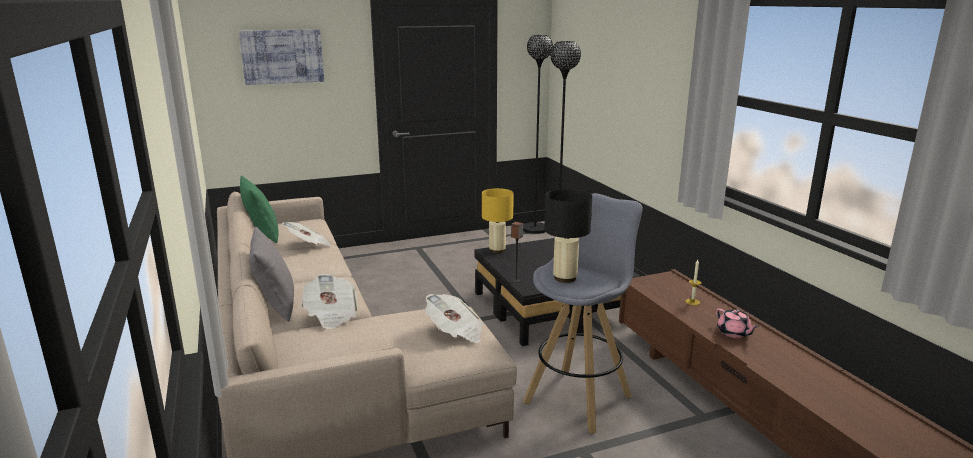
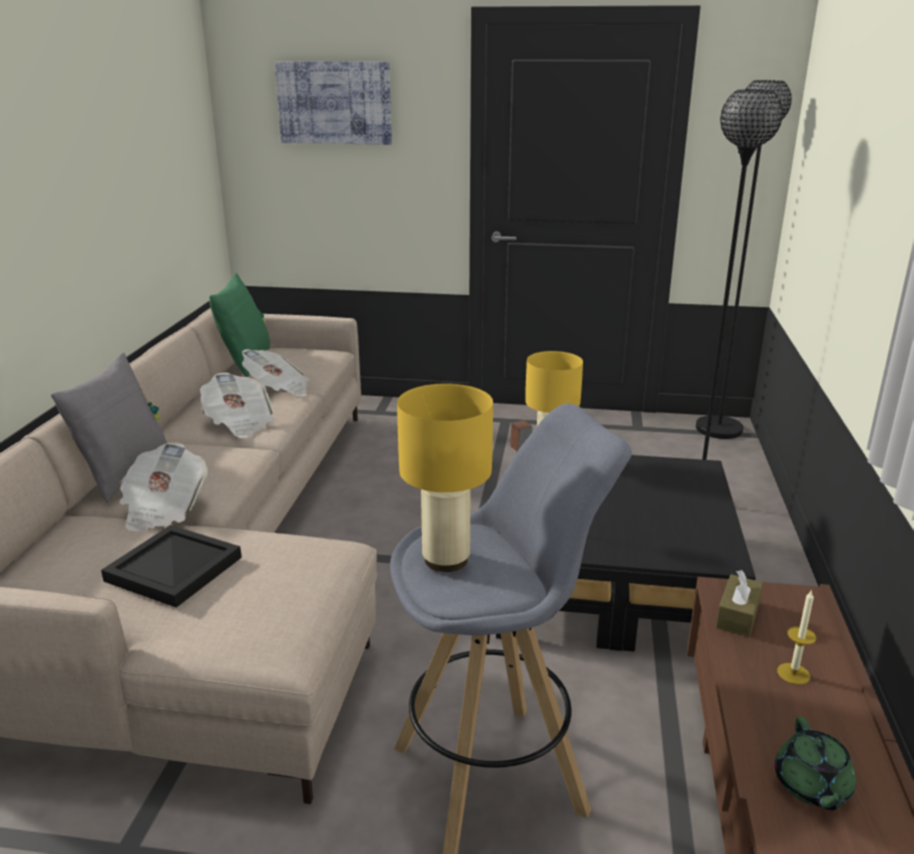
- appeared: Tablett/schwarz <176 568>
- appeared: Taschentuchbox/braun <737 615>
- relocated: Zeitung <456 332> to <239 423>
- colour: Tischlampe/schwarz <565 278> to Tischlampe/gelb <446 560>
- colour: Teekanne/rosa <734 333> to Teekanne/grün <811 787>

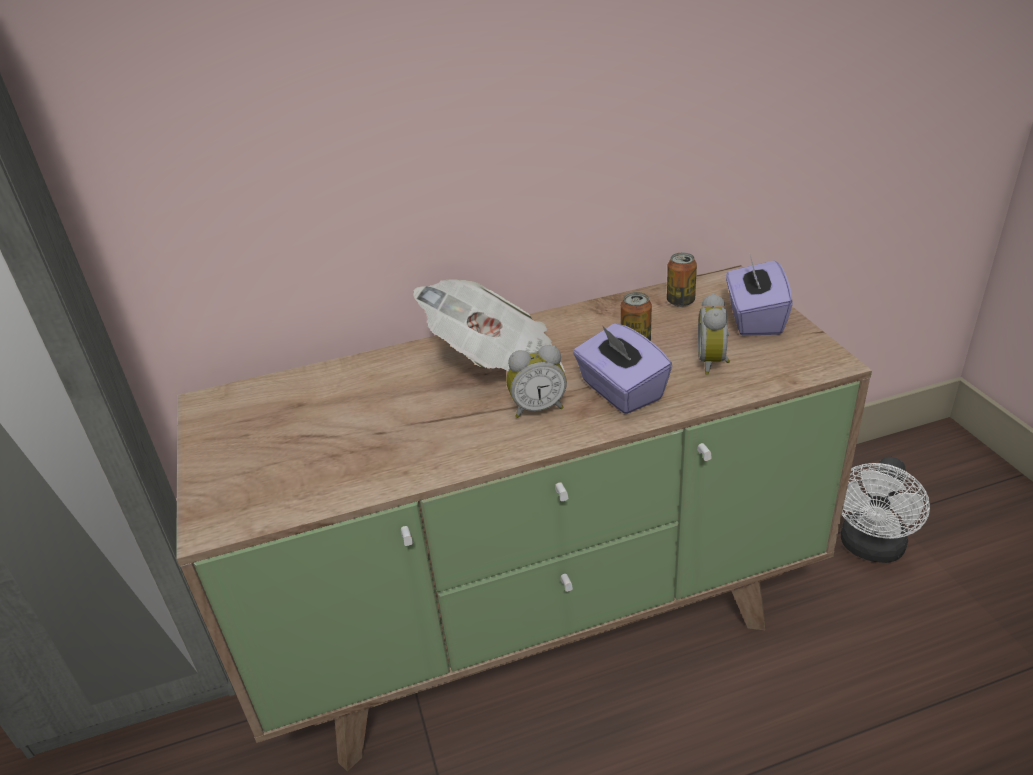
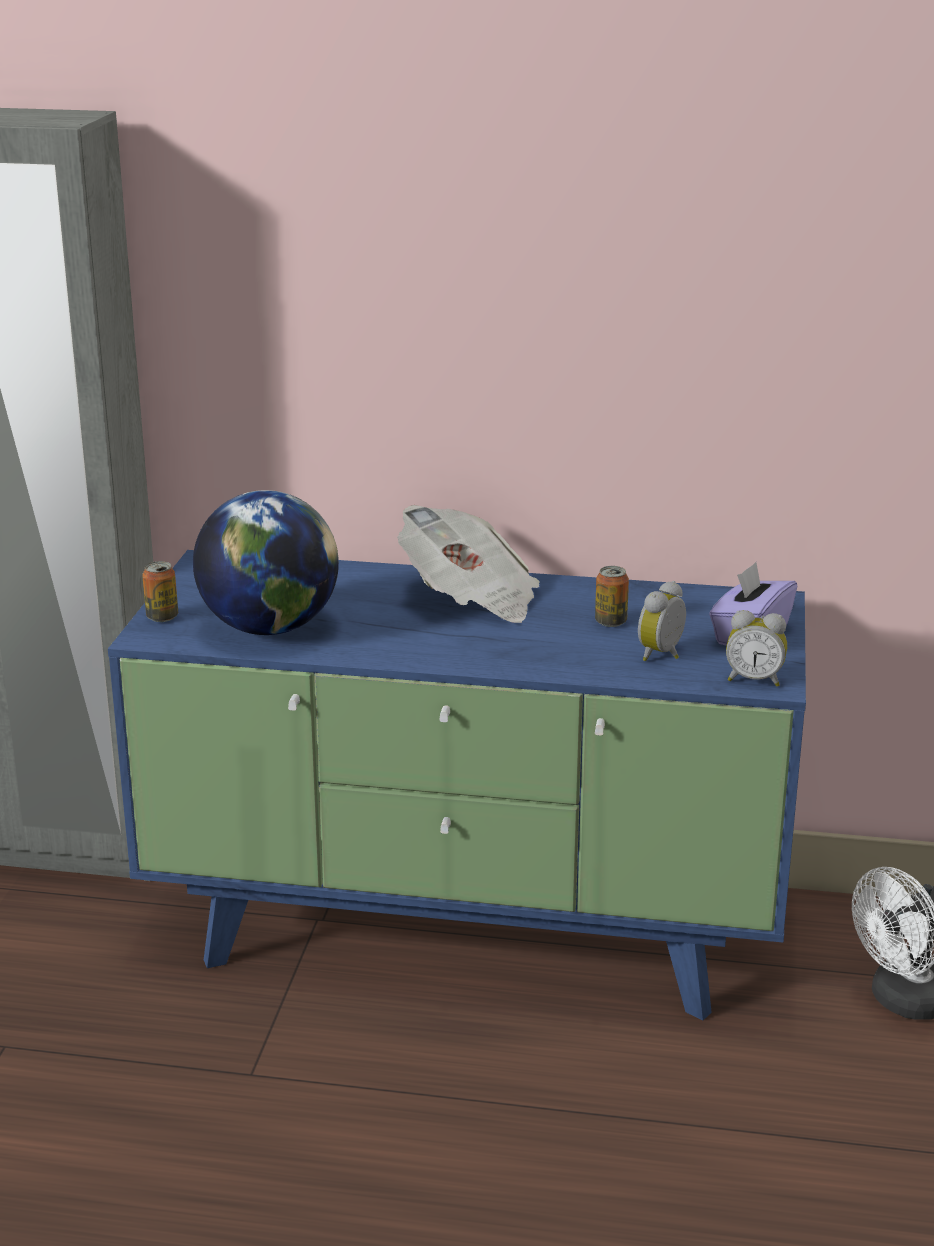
- missing: Taschentuchbox/lila <620 391>
- appeared: Globus <269 628>
- relocated: Wecker <537 408> to <754 679>
- relocated: Dose <680 301> to <162 617>
- colour: Kommode/grün <535 622> to Kommode/blau <468 929>

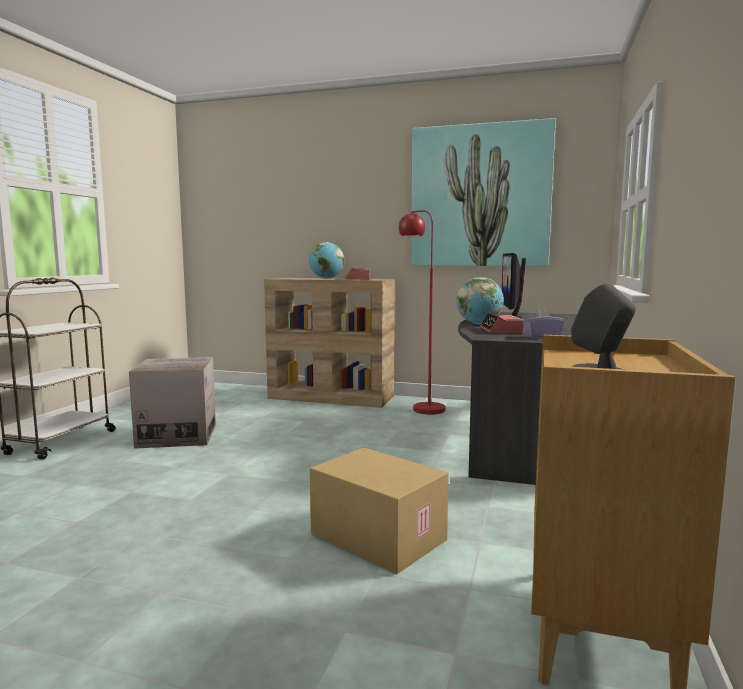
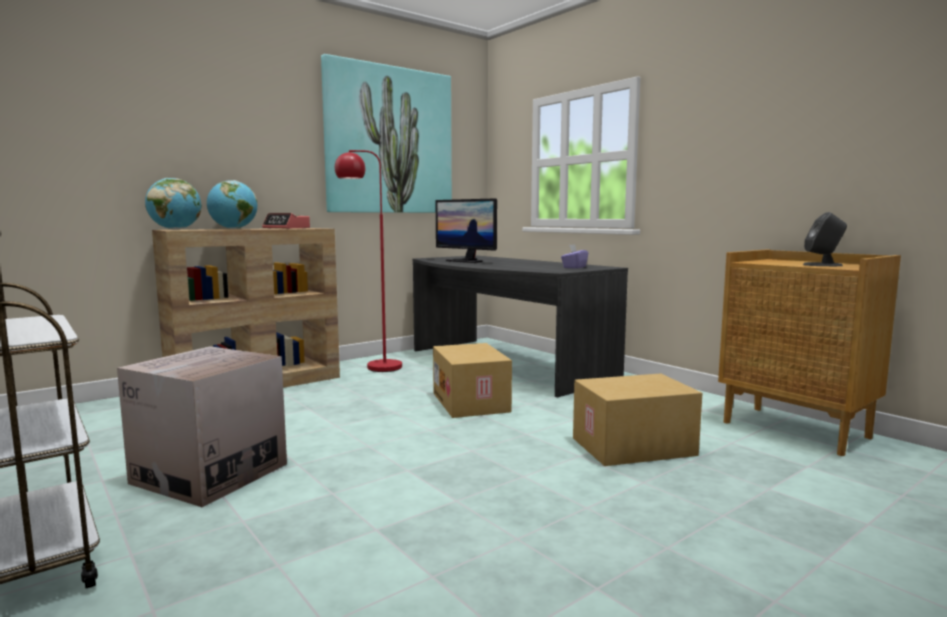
- missing: Wecker <501 331>
- appeared: Karton <472 402>
- relocated: Globus <479 324> to <175 229>

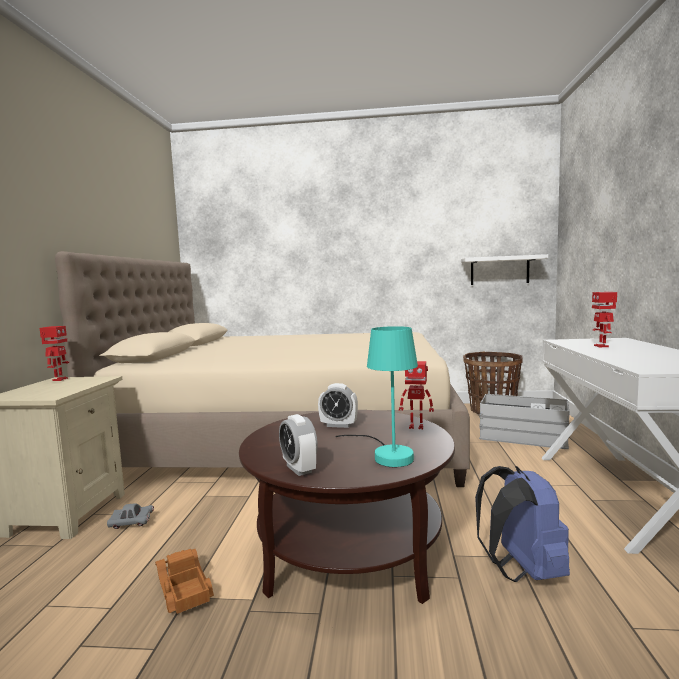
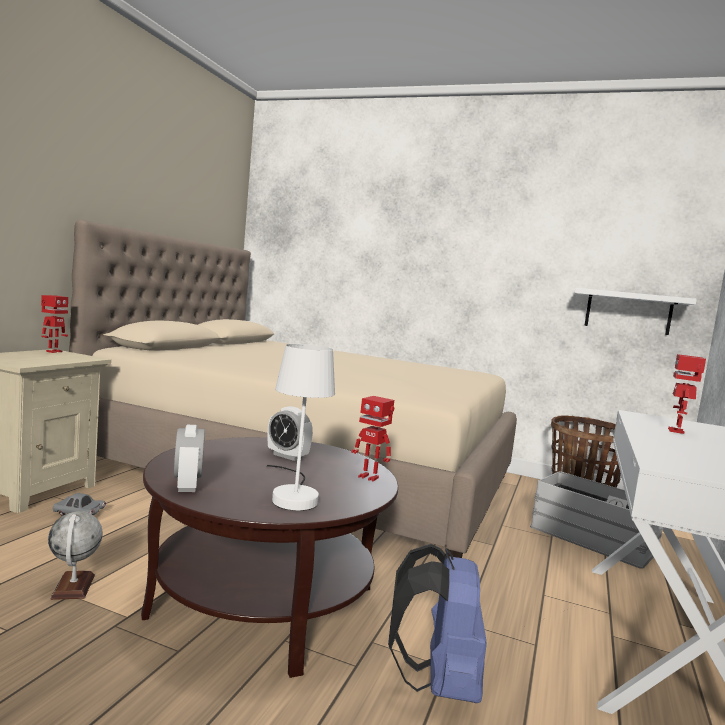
- exchanged: Spielzeuglaster <182 589> to Globus <73 587>
- colour: Tischlampe/türkis <387 455> to Tischlampe/weiß <294 496>

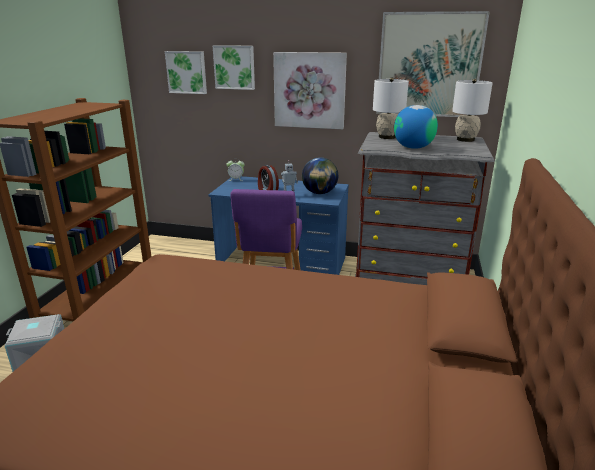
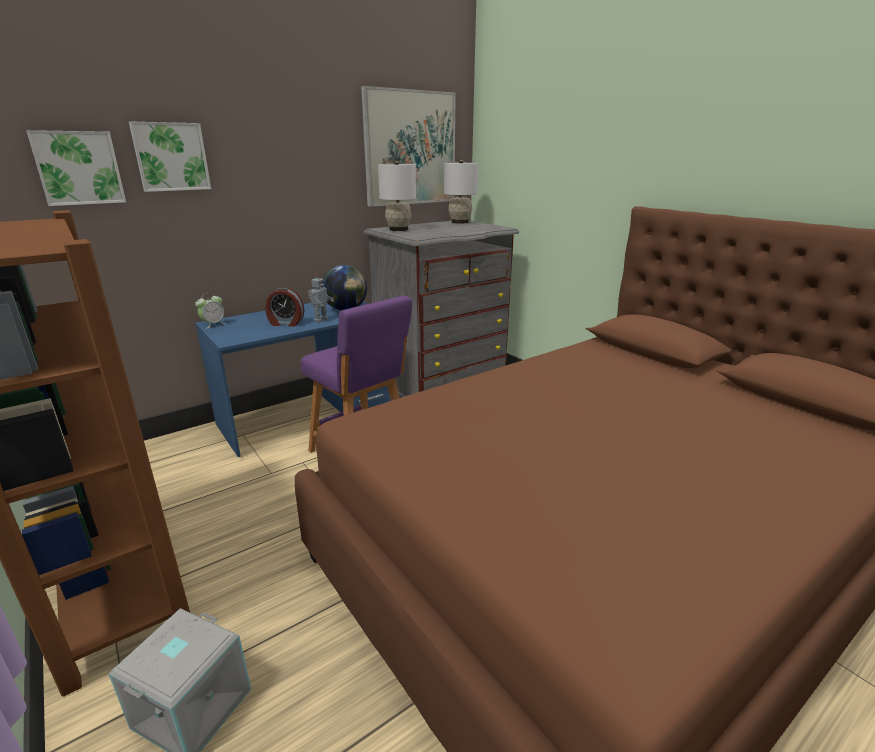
- missing: Bild <309 90>
- missing: Globus <413 147>

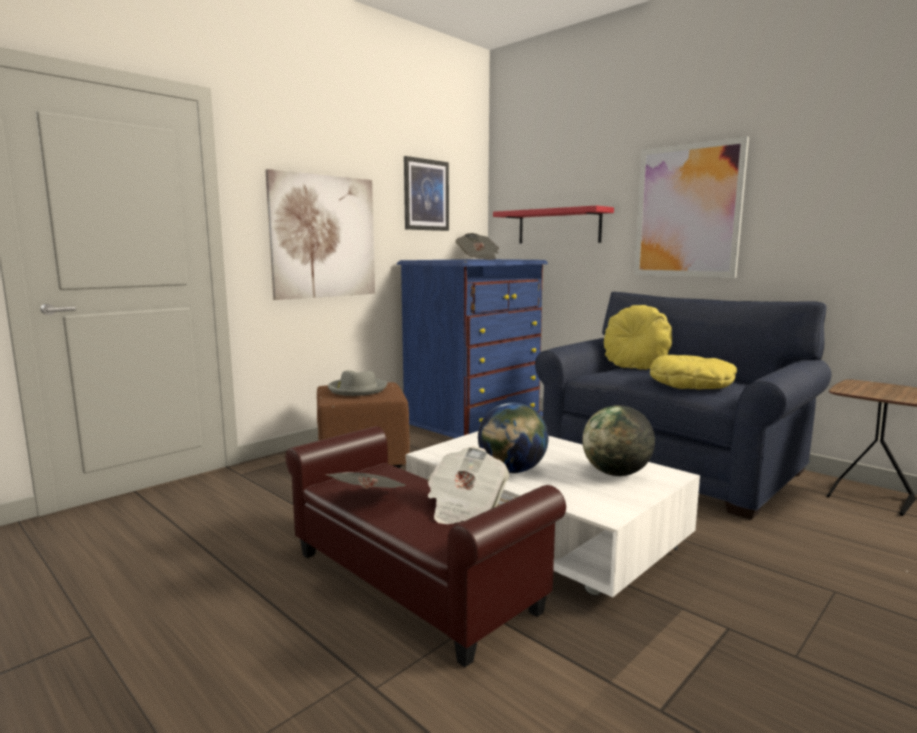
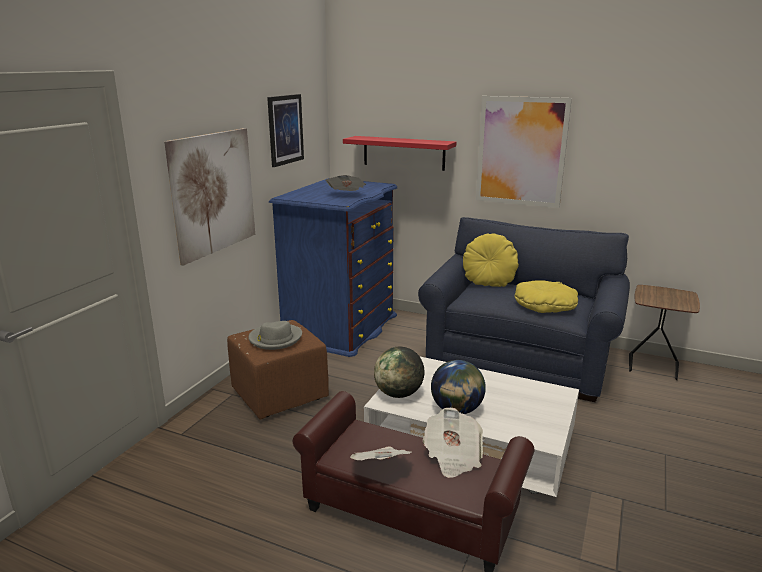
- relocated: Globus <616 473> to <398 394>

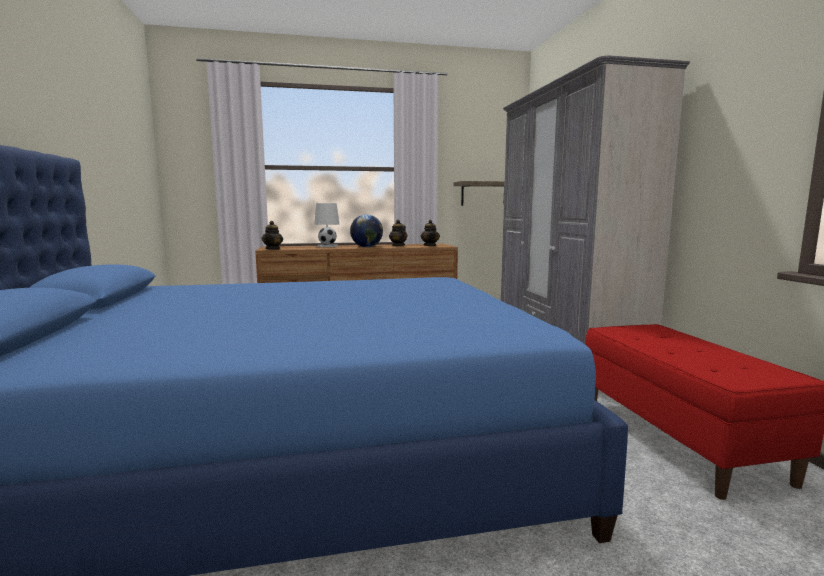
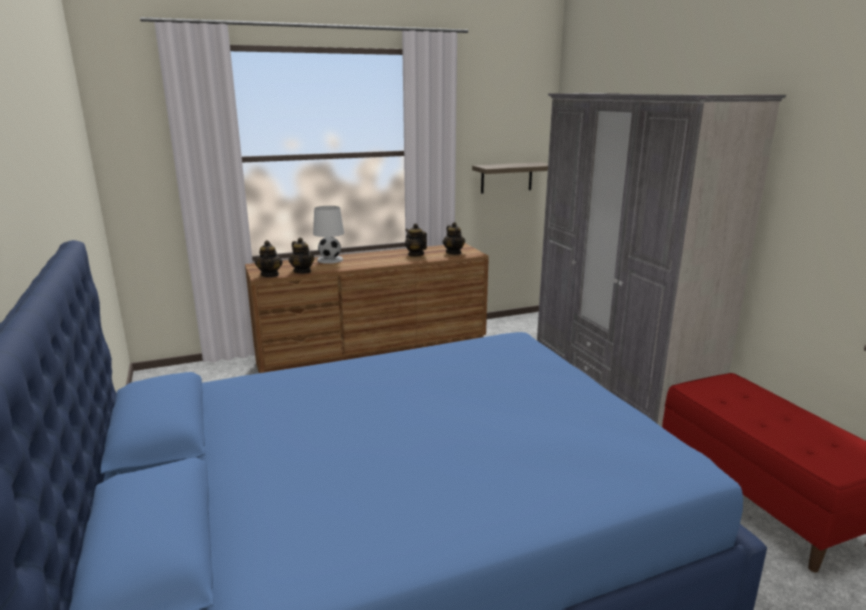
- missing: Globus <366 247>
- appeared: Teekanne <302 271>

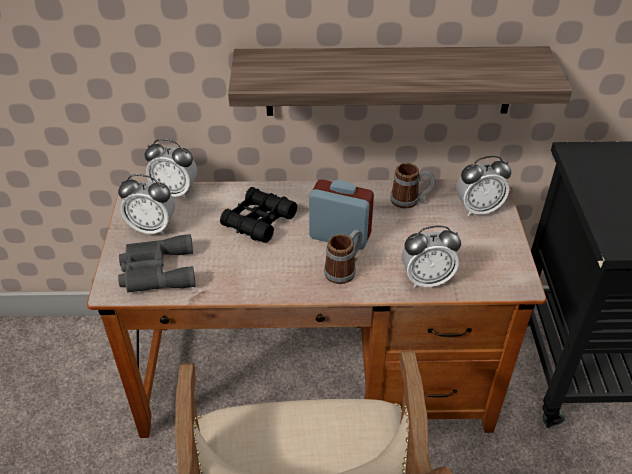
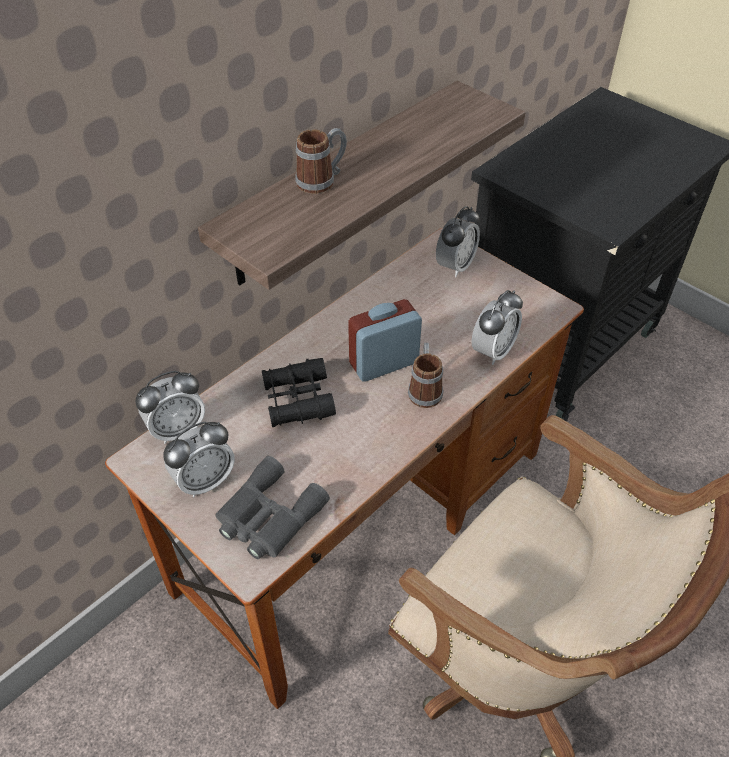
- relocated: Henkelbecher <410 200> to <322 180>

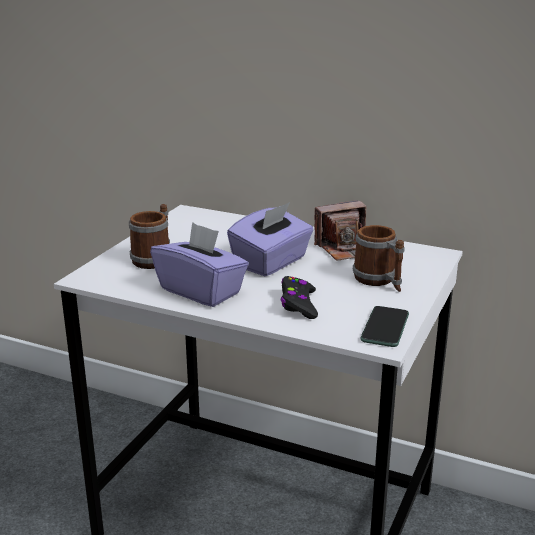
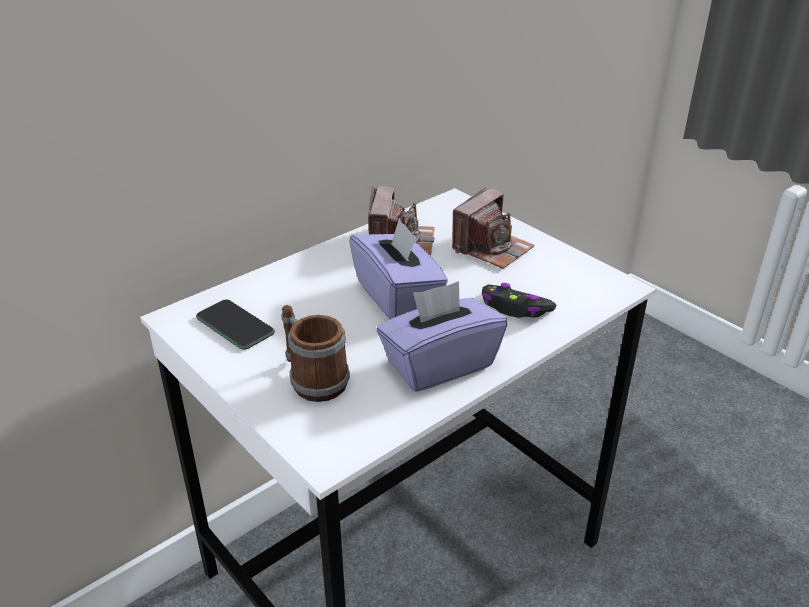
- relocated: Handy <385 328> to <235 326>
- exchanged: Henkelbecher <379 281> to Kamera <492 248>

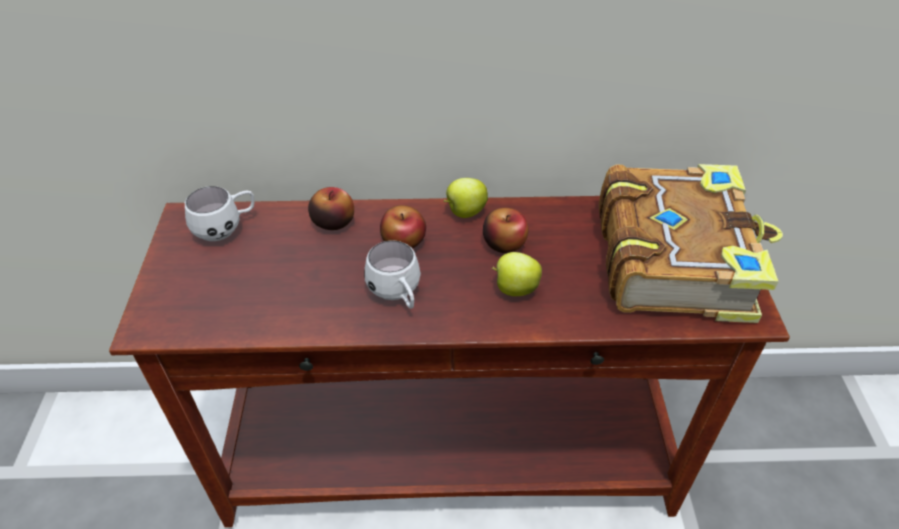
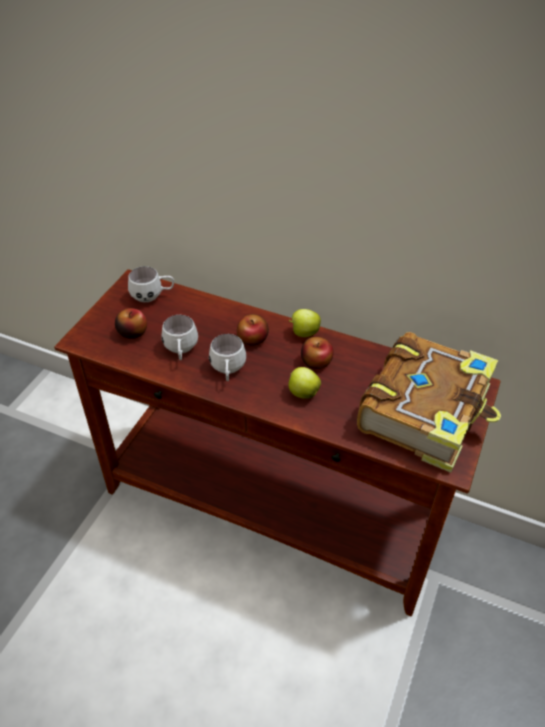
- appeared: Henkelbecher/weiß <181 351>
- relocated: Apfel <333 221> to <132 332>

